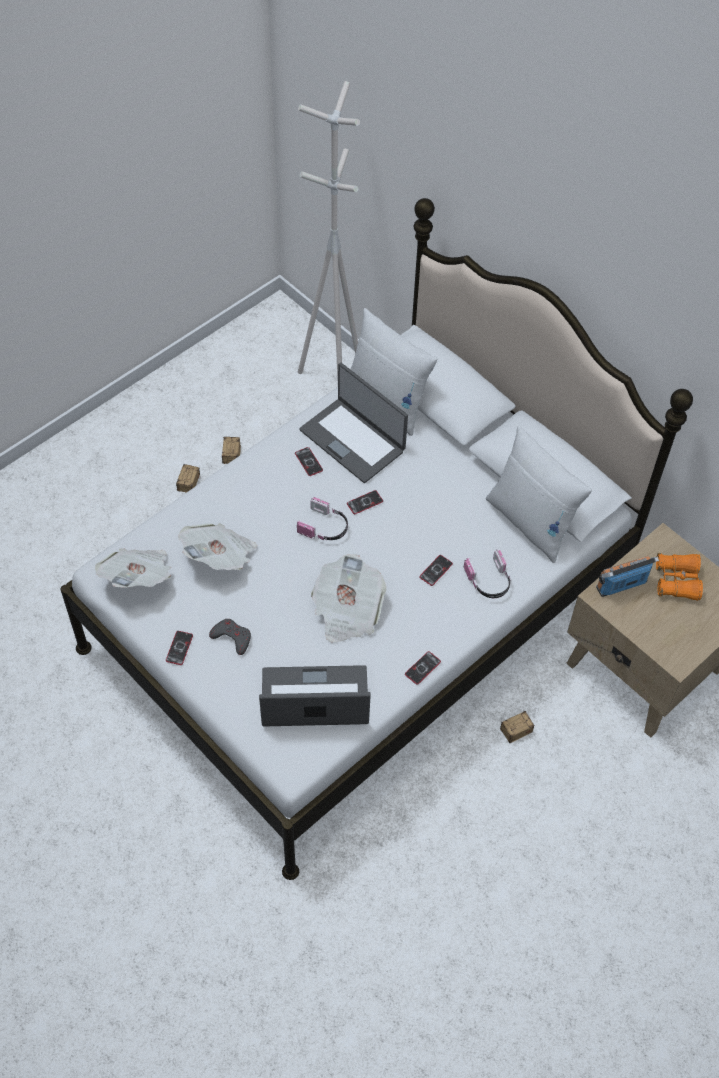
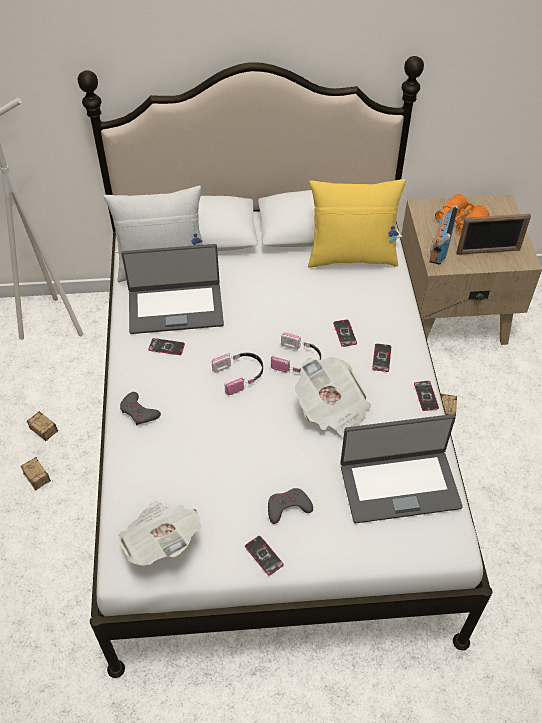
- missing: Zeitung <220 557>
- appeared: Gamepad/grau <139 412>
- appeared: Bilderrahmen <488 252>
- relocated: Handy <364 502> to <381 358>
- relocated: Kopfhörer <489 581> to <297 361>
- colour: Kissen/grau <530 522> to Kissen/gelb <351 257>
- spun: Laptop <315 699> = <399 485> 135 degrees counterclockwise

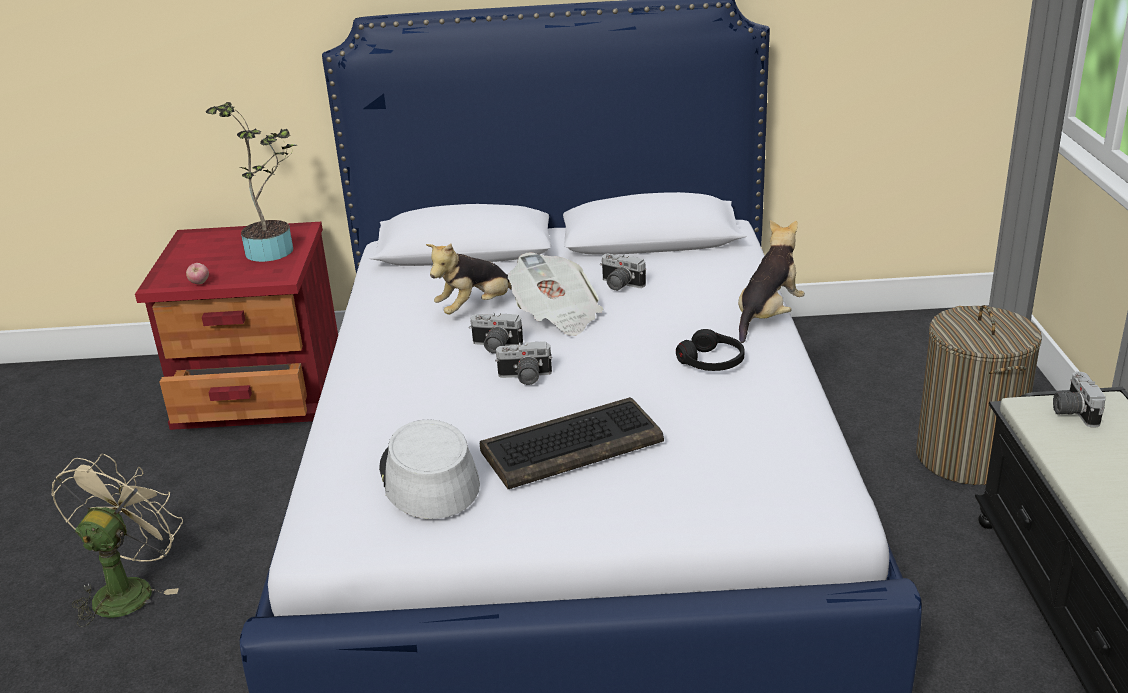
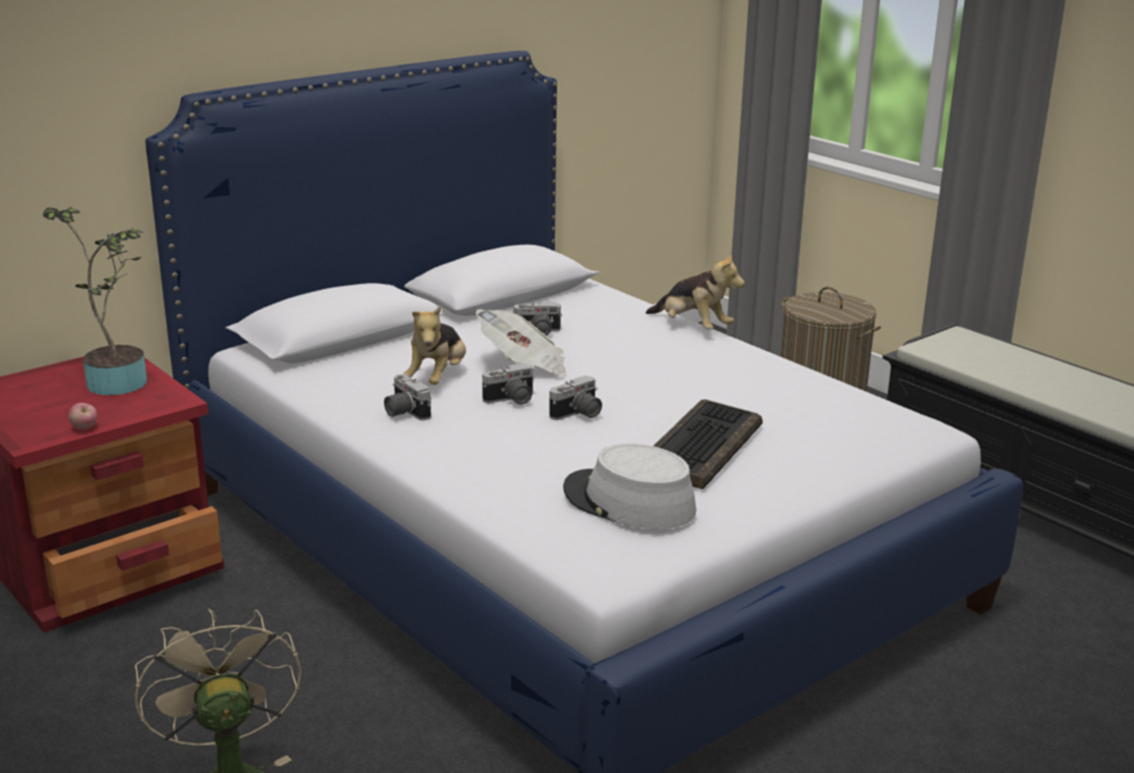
- missing: Kopfhörer/schwarz <712 362>
- relocated: Kamera <1072 412> to <403 412>
- spun: Plüschtier <768 316> = <692 327> 135 degrees clockwise

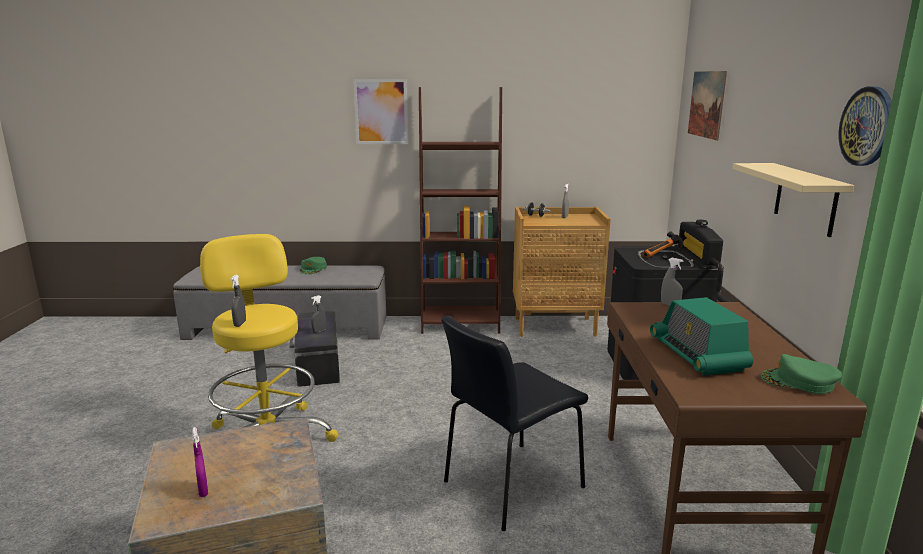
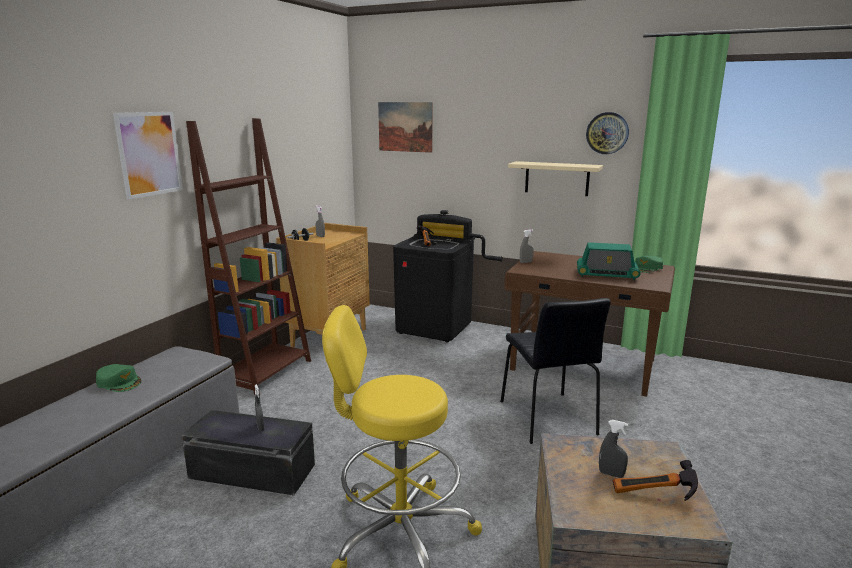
- relocated: Sprühflasche/grau <240 324> to <611 474>
- exchanged: Sprühflasche/lila <203 490> to Hammer <654 496>

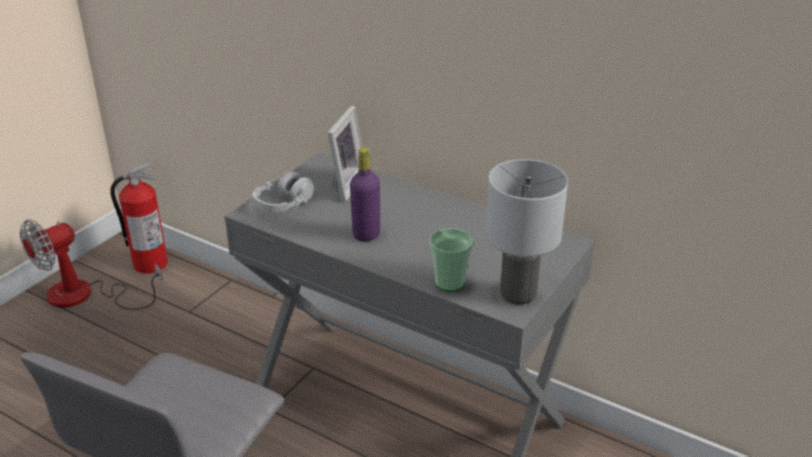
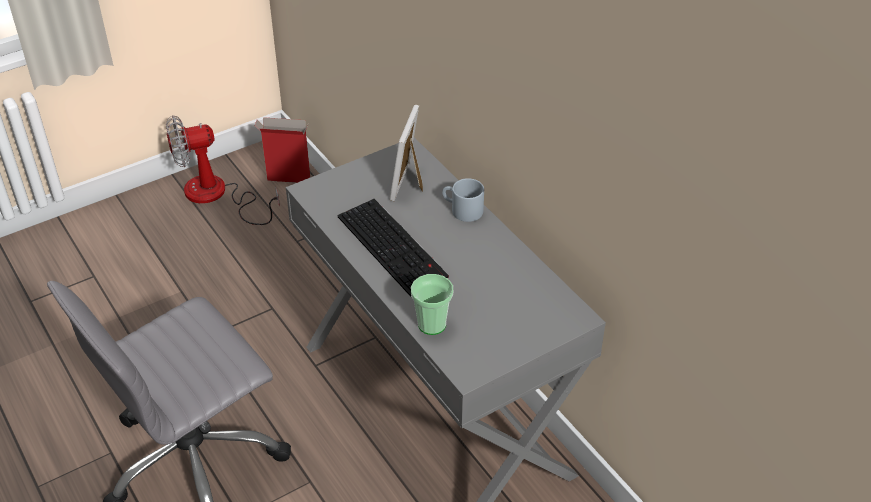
- missing: Kopfhörer/grau <283 203>
- missing: Tischlampe/weiß <520 296>
- appeared: Henkelbecher/grau <462 210>
- exchanged: Feuerlöscher <149 264> to Karton <287 178>
- exchanged: Flasche/lila <366 234> to Tastatur <394 247>
- spun: Bilderrahmen <343 185> = <411 183> 150 degrees clockwise

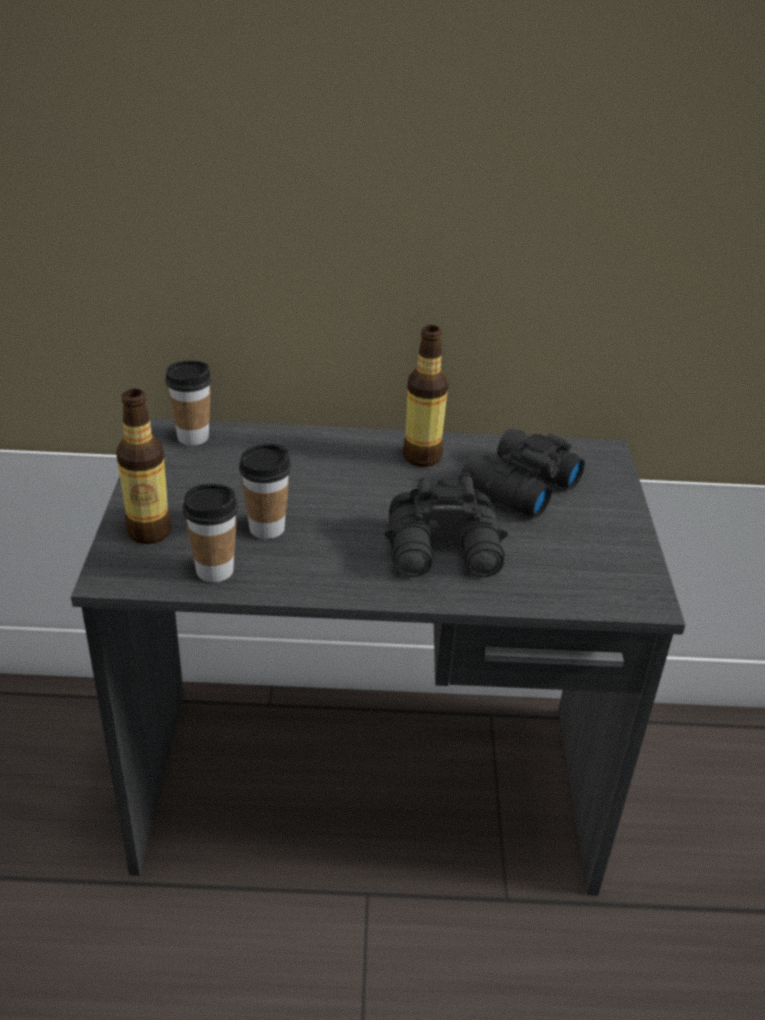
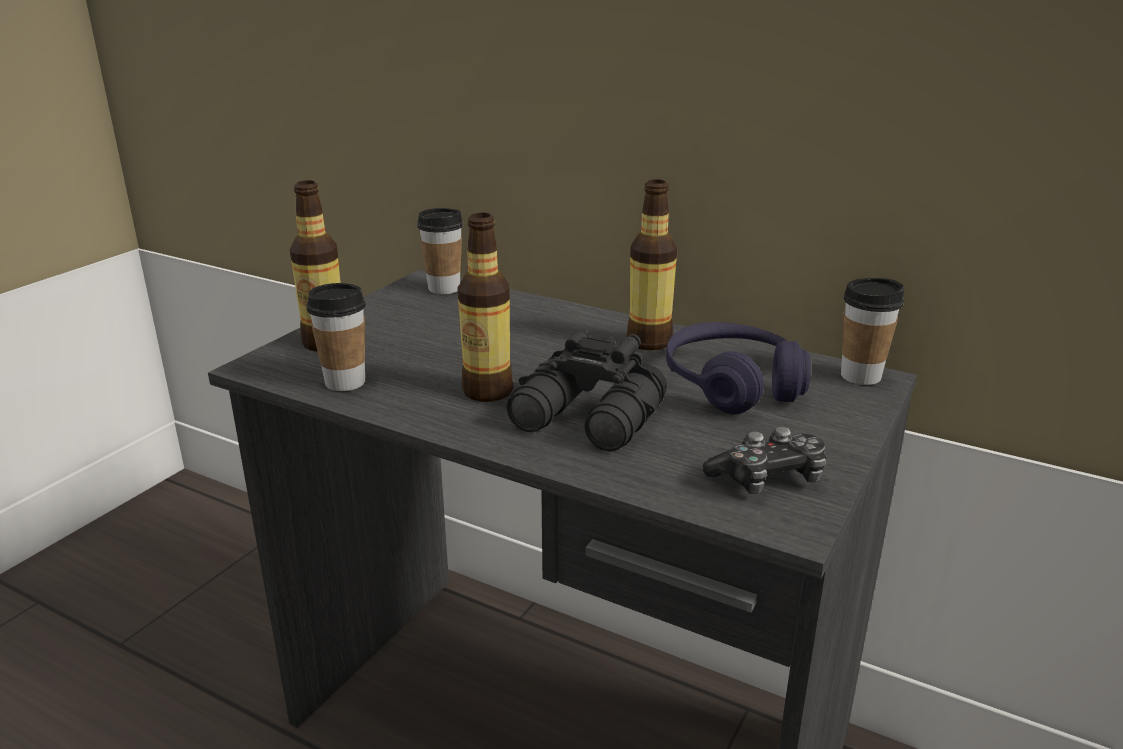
- appeared: Flasche <488 391>
- appeared: Gamepad <768 479>
- relocated: Tasse <267 528> to <860 376>
- exchanged: Fernglas/schwarz <517 486> to Kopfhörer/lila <732 385>

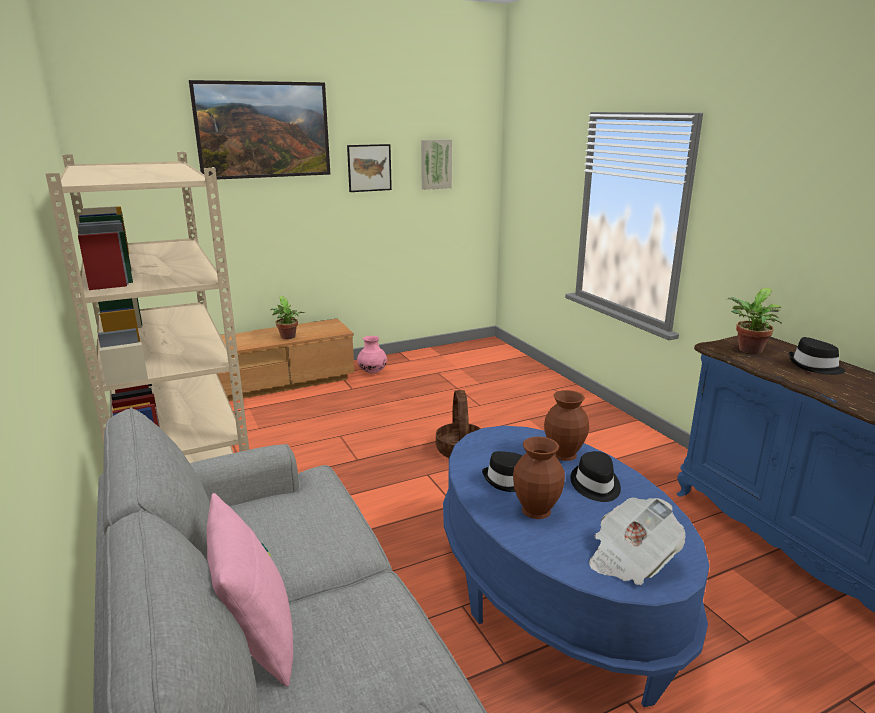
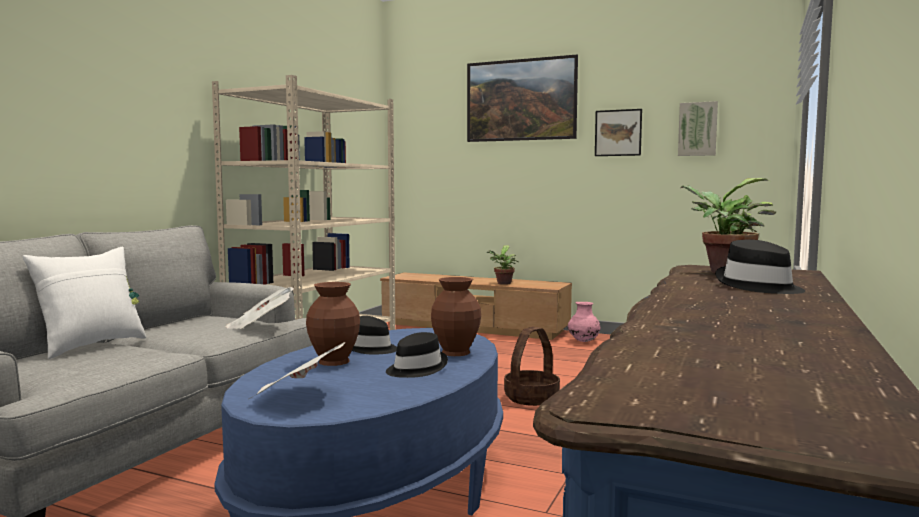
- appeared: Zeitung <260 326>
- colour: Kissen/rosa <257 639> to Kissen/weiß <91 346>

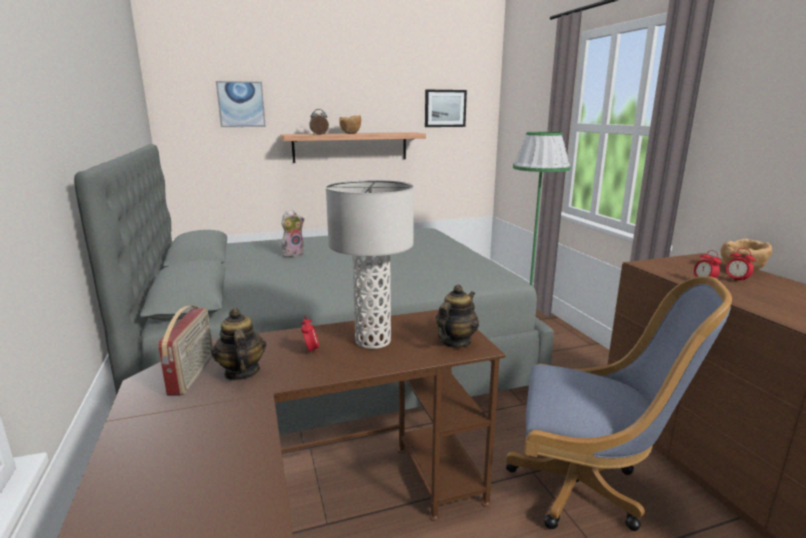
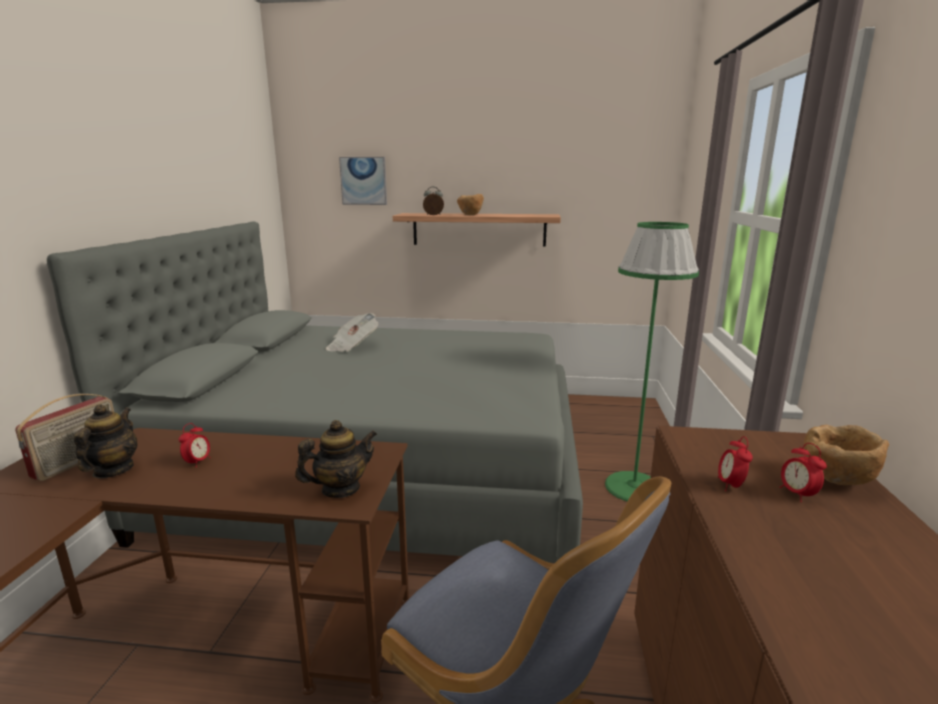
- missing: Tischlampe/weiß <372 340>
- missing: Bild <445 108>
- exchanged: Plüschtier <293 254> to Zeitung <352 346>

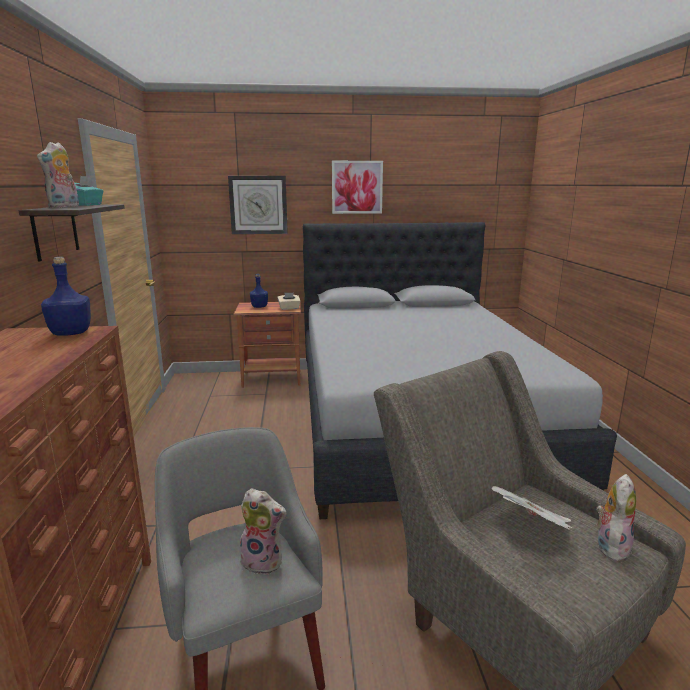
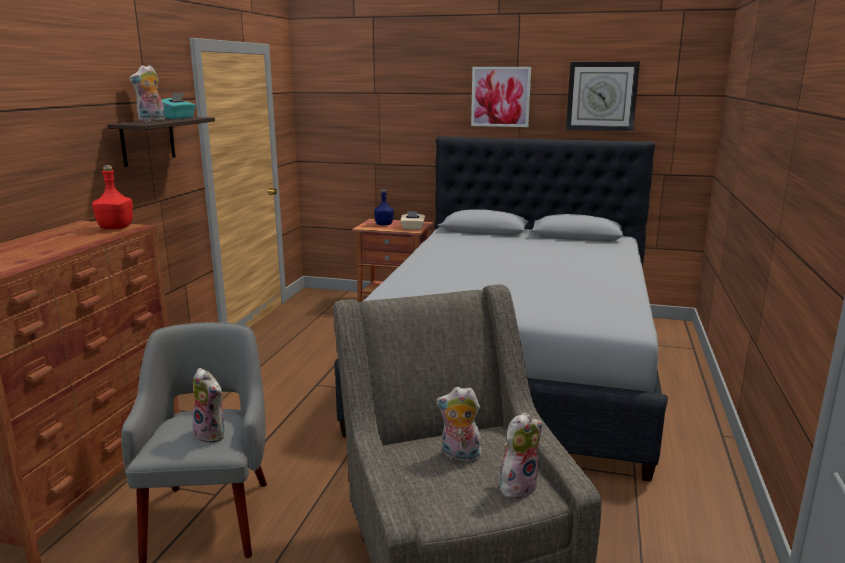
- relocated: Wanduhr <258 205> to <601 96>
- exchanged: Zeitung <532 526> to Plüschtier <459 456>
- colour: Flasche/blau <71 333> to Flasche/rot <116 228>

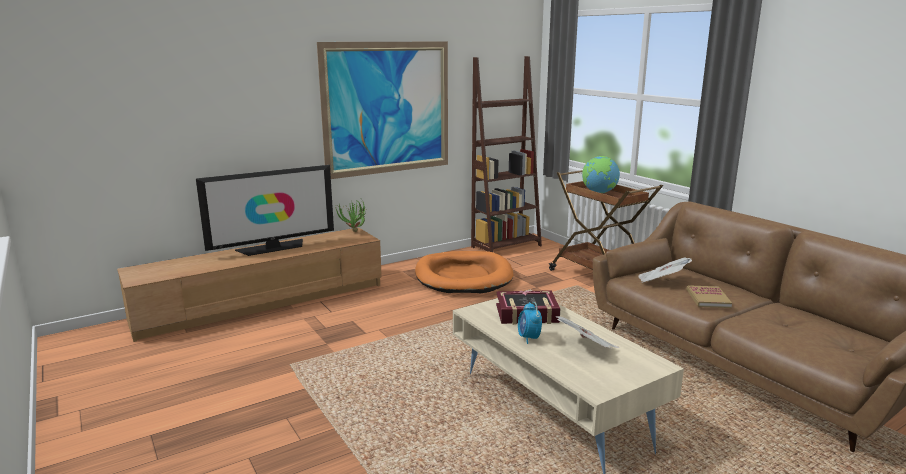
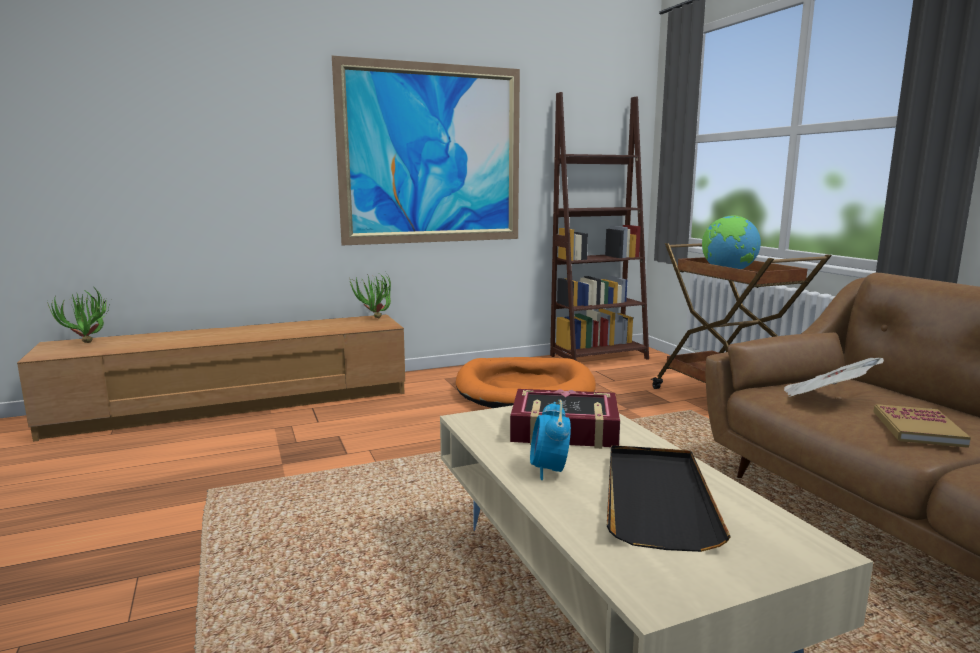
- missing: Fernseher <273 248>
- appeared: Topfpflanze <88 344>
- exchanged: Zeitung <586 348> to Tablett/schwarz <657 498>

